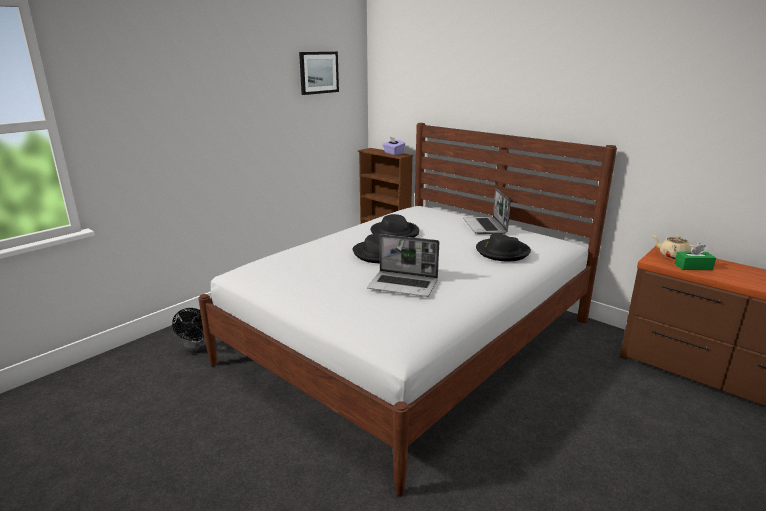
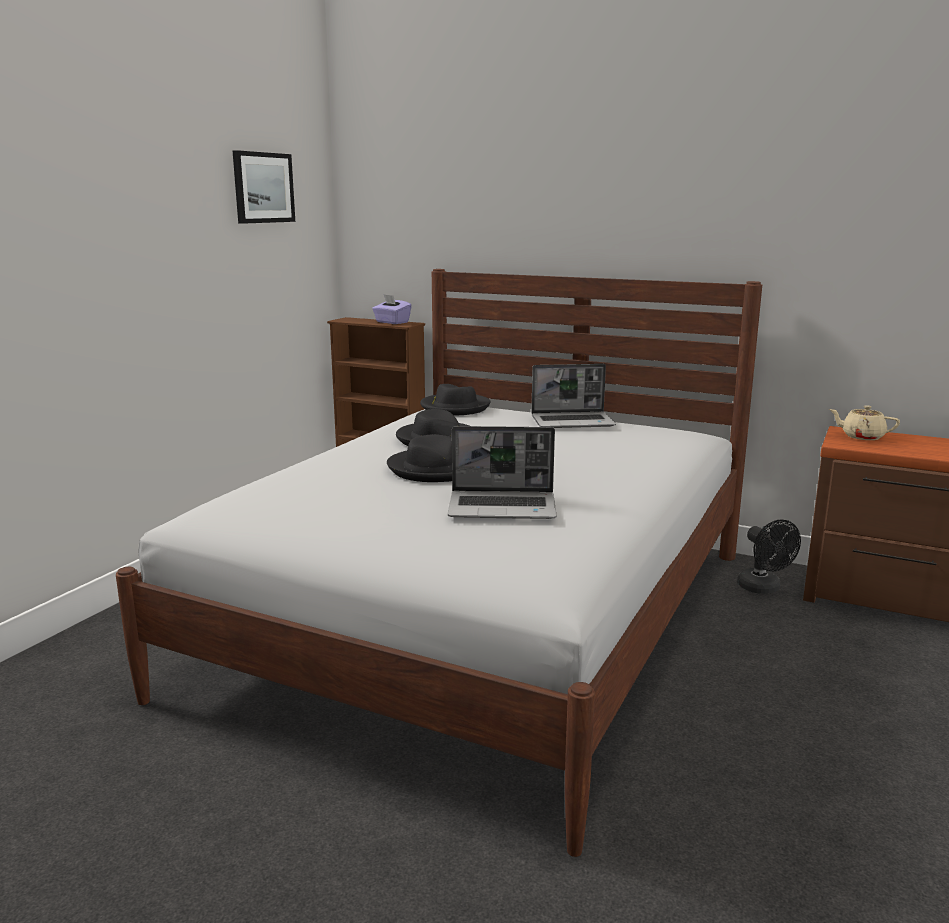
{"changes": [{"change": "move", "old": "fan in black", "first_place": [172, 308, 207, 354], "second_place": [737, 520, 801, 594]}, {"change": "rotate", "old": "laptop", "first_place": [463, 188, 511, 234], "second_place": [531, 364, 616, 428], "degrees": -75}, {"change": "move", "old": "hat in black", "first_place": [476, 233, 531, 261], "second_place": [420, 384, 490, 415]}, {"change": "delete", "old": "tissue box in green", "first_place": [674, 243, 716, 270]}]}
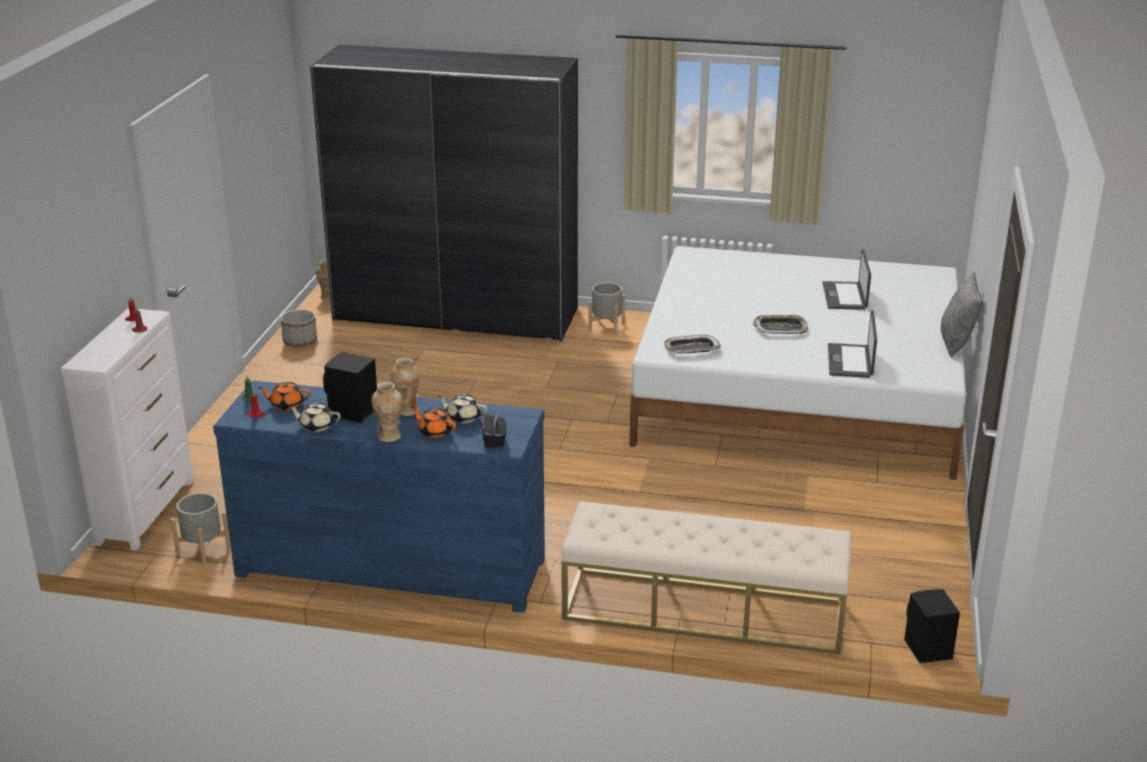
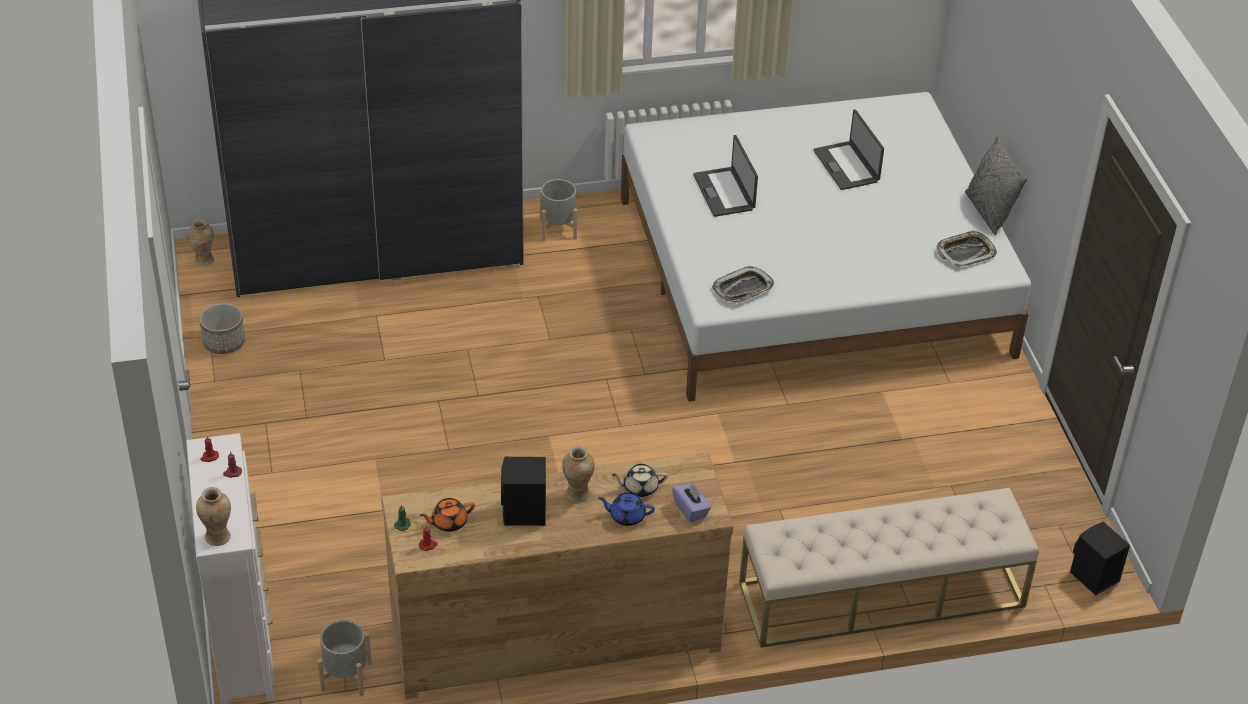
{"changes": [{"change": "recolor", "old": "dresser in blue", "new": "dresser in brown", "first_place": [213, 380, 545, 613], "second_place": [381, 452, 734, 699]}, {"change": "delete", "old": "teapot in beige", "first_place": [288, 403, 341, 432]}, {"change": "move", "old": "vase", "first_place": [371, 382, 403, 442], "second_place": [196, 487, 231, 546]}, {"change": "recolor", "old": "teapot in orange", "new": "teapot in blue", "first_place": [412, 407, 456, 438], "second_place": [598, 492, 655, 526]}, {"change": "recolor", "old": "tissue box in black", "new": "tissue box in purple", "first_place": [481, 411, 506, 447], "second_place": [672, 482, 711, 522]}, {"change": "move", "old": "tray", "first_place": [753, 315, 808, 334], "second_place": [936, 230, 997, 267]}, {"change": "move", "old": "laptop", "first_place": [828, 310, 877, 378], "second_place": [693, 135, 758, 217]}]}
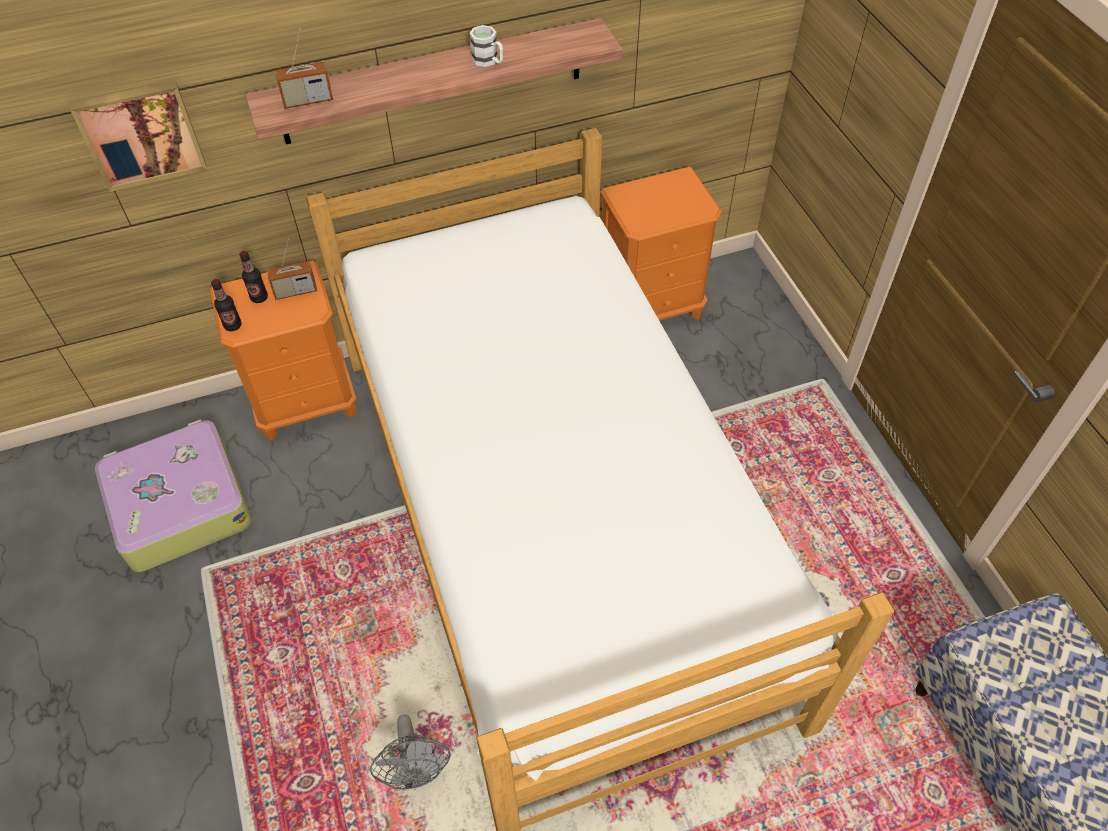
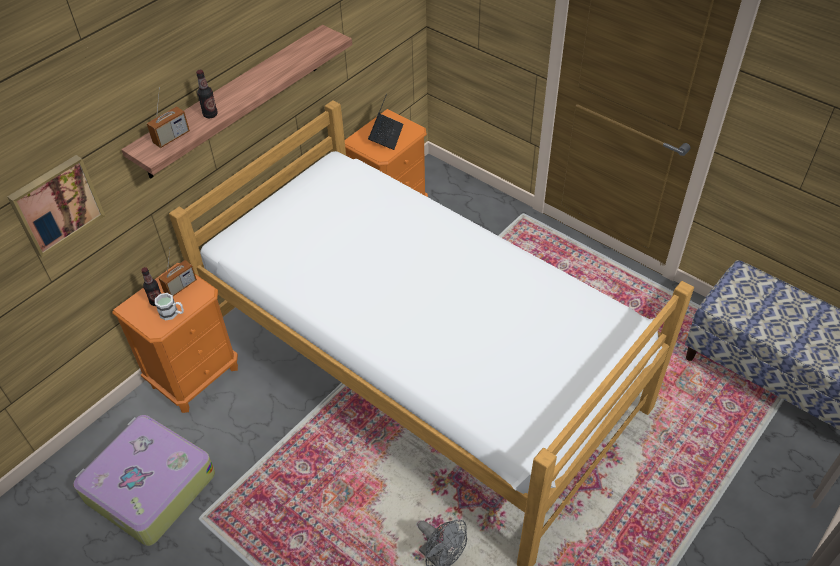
{"changes": [{"change": "move", "old": "bottle", "first_place": [211, 279, 242, 331], "second_place": [196, 70, 218, 118]}, {"change": "move", "old": "mug in white", "first_place": [469, 25, 503, 67], "second_place": [155, 293, 184, 321]}, {"change": "insert", "new": "laptop", "second_place": [368, 94, 404, 150]}]}
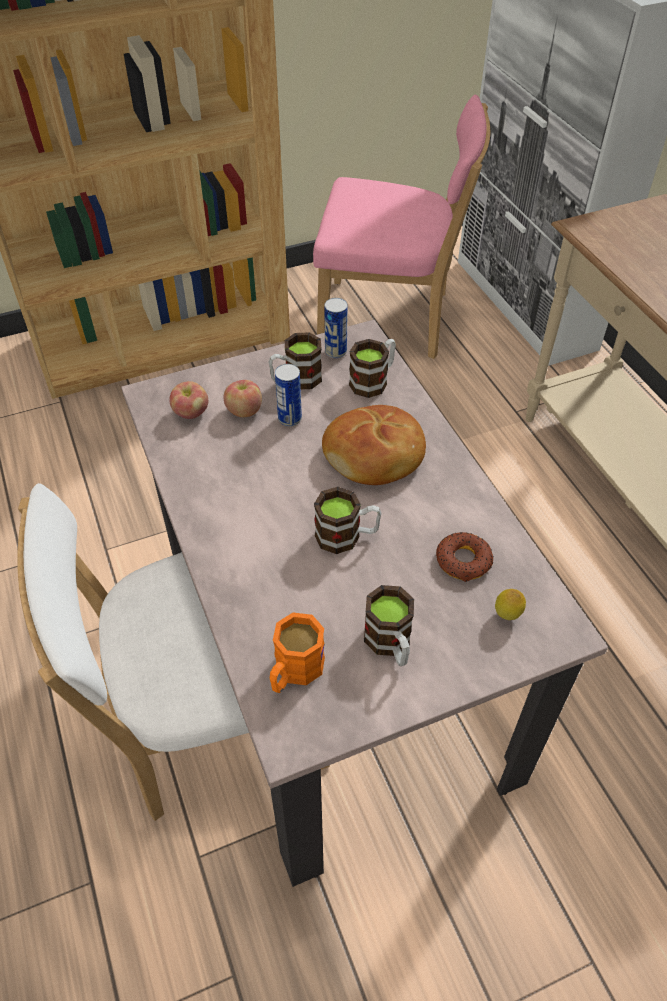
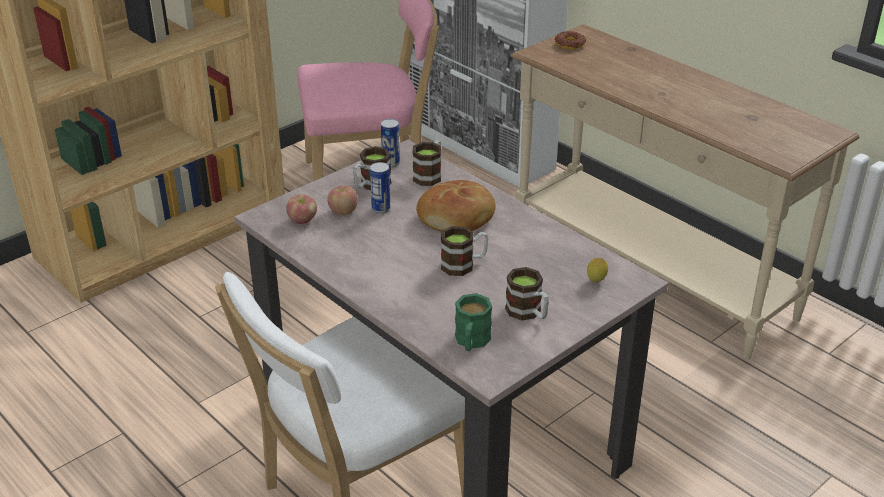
{"changes": [{"change": "recolor", "old": "mug in orange", "new": "mug in green", "first_place": [270, 613, 325, 693], "second_place": [455, 293, 492, 351]}, {"change": "move", "old": "donut", "first_place": [436, 532, 494, 582], "second_place": [555, 31, 586, 49]}]}
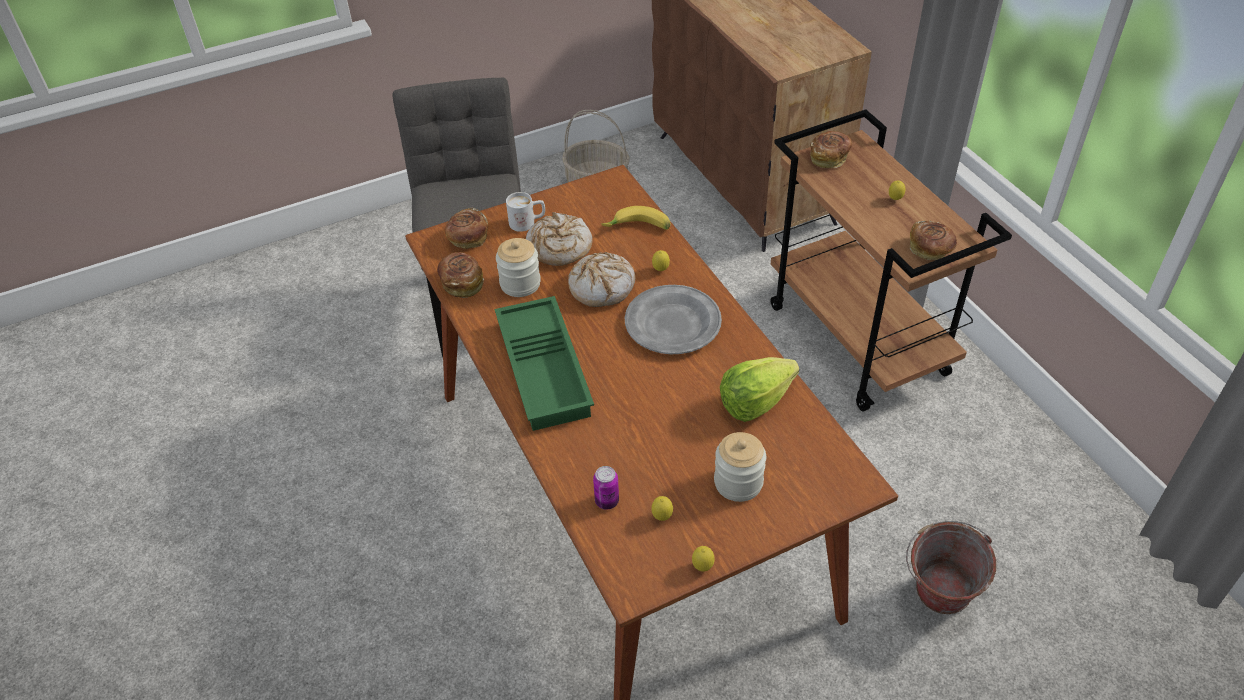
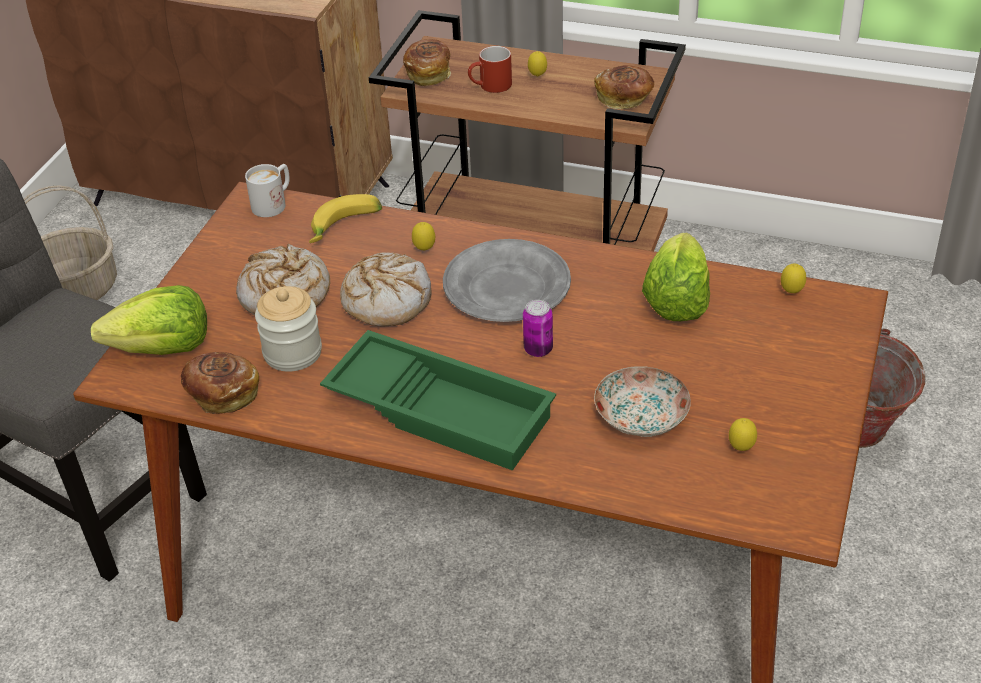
{"changes": [{"change": "replace", "old": "bread", "new": "lettuce", "first_place": [445, 208, 488, 249], "second_place": [91, 285, 207, 355]}, {"change": "move", "old": "mug in white", "first_place": [506, 192, 545, 232], "second_place": [245, 164, 290, 217]}, {"change": "move", "old": "can", "first_place": [593, 466, 619, 510], "second_place": [523, 300, 553, 357]}, {"change": "move", "old": "lemon", "first_place": [692, 546, 715, 572], "second_place": [781, 264, 806, 293]}, {"change": "delete", "old": "jar", "first_place": [714, 432, 766, 502]}, {"change": "insert", "new": "mug in red", "second_place": [468, 46, 512, 93]}, {"change": "insert", "new": "plate", "second_place": [594, 366, 691, 437]}]}
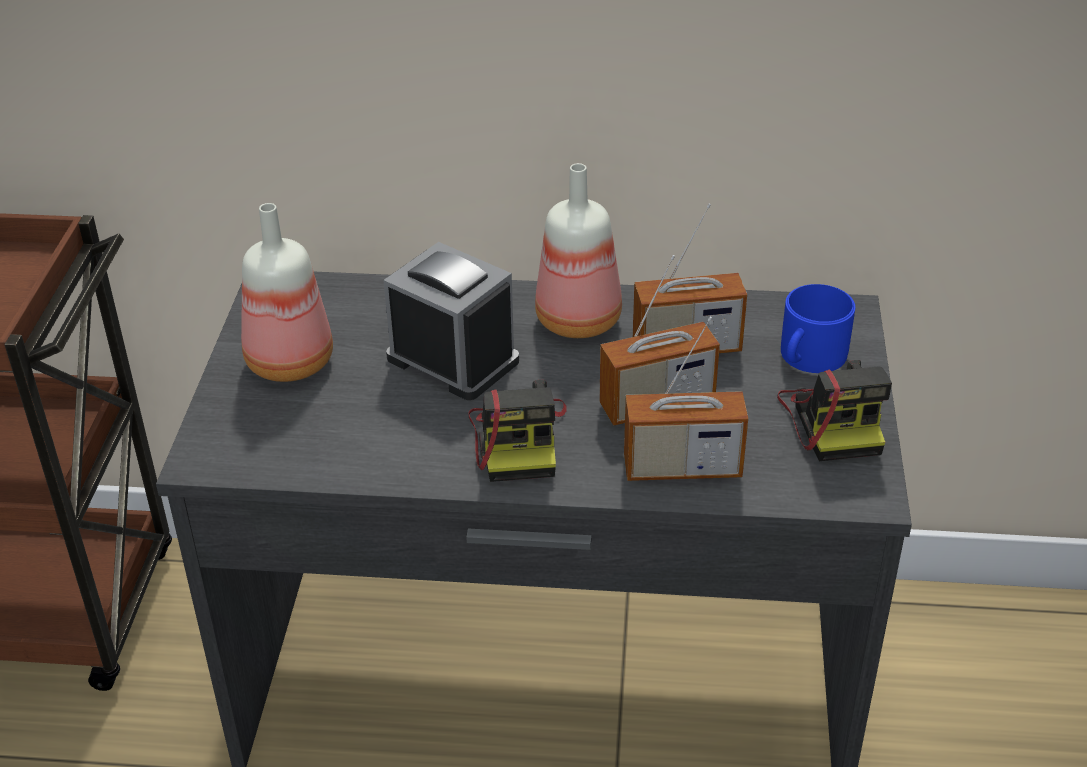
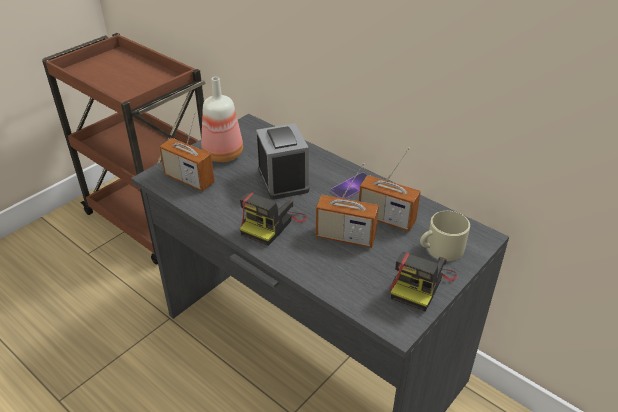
{"changes": [{"change": "replace", "old": "bottle", "new": "phone", "first_place": [535, 163, 622, 338], "second_place": [330, 172, 367, 199]}, {"change": "move", "old": "radio", "first_place": [624, 317, 748, 481], "second_place": [159, 112, 215, 191]}, {"change": "recolor", "old": "mug in blue", "new": "mug in beige", "first_place": [781, 284, 855, 373], "second_place": [420, 211, 470, 261]}]}
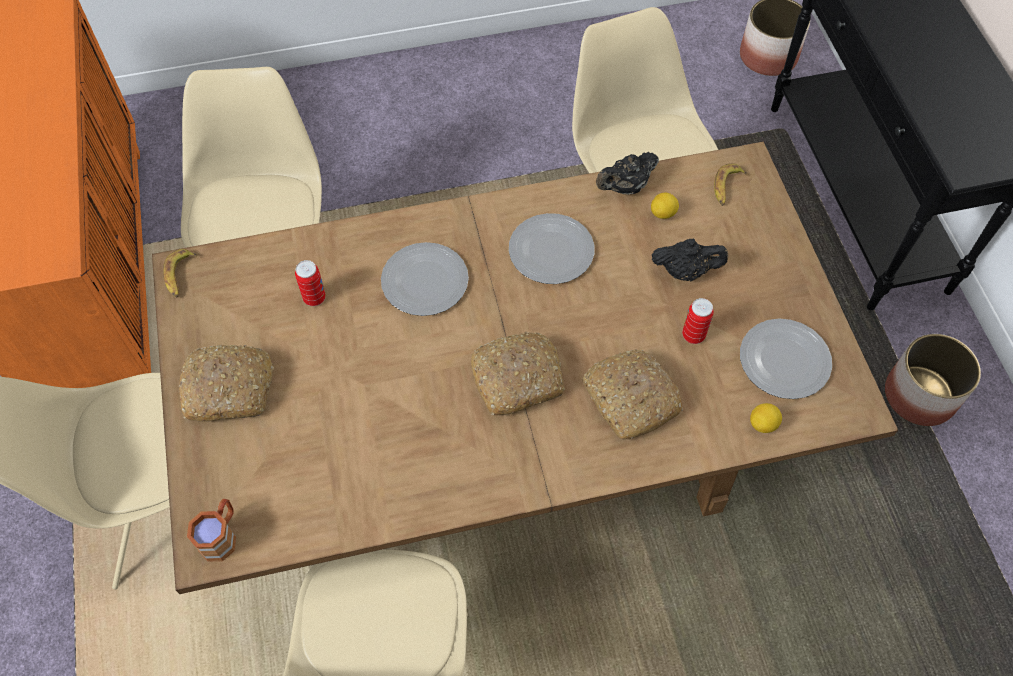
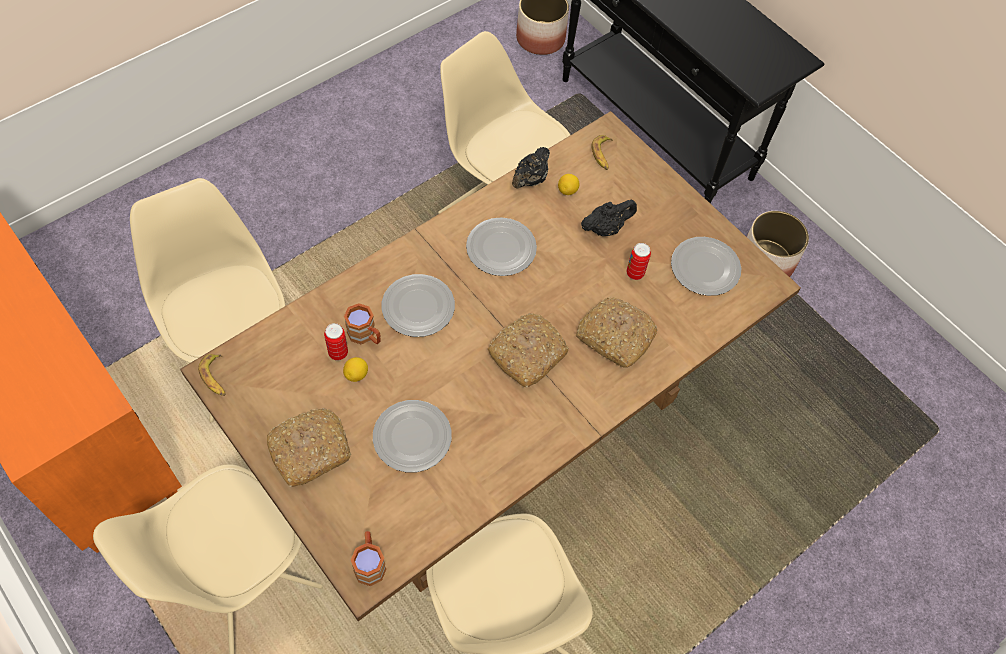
{"changes": [{"change": "move", "old": "lemon", "first_place": [750, 403, 782, 433], "second_place": [343, 357, 368, 382]}, {"change": "insert", "new": "mug in brown", "second_place": [344, 303, 381, 344]}, {"change": "insert", "new": "plate", "second_place": [373, 400, 452, 473]}]}
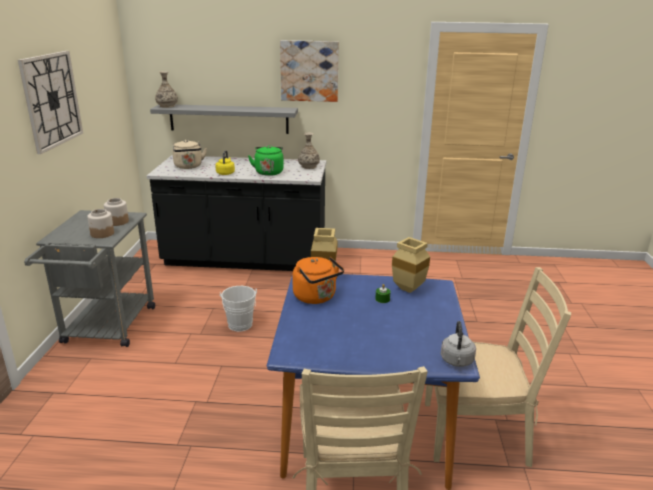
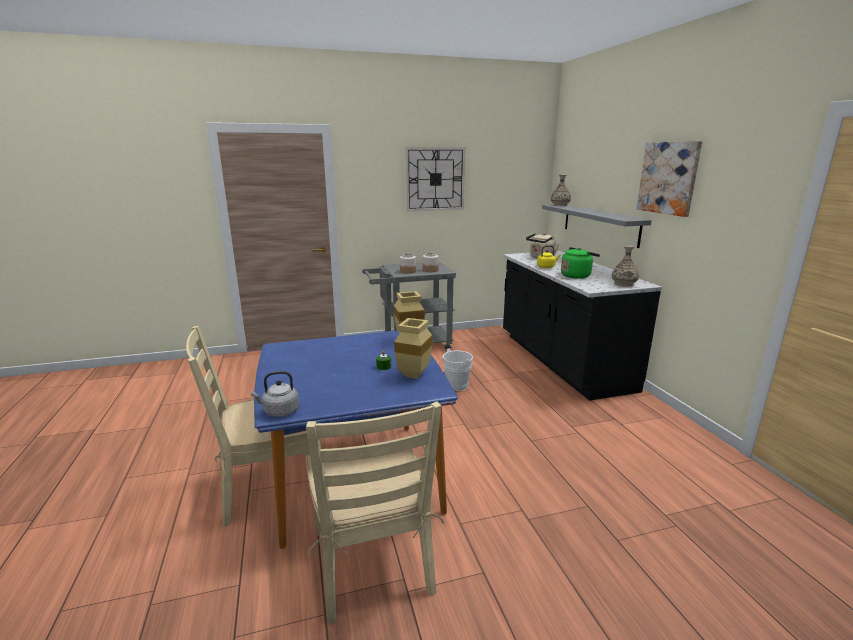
{"changes": [{"change": "delete", "old": "kettle in orange", "first_place": [292, 257, 344, 304]}]}
